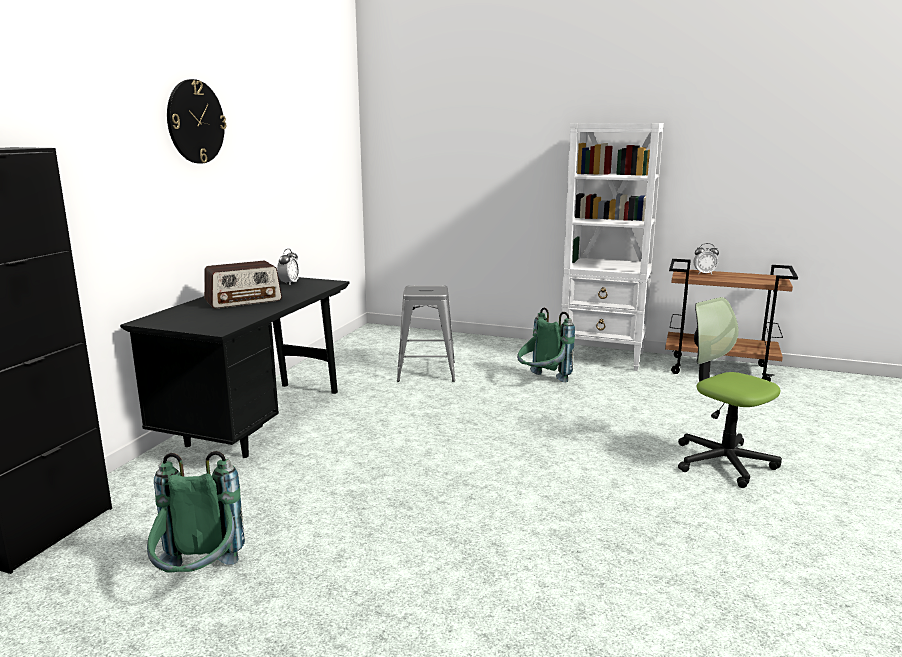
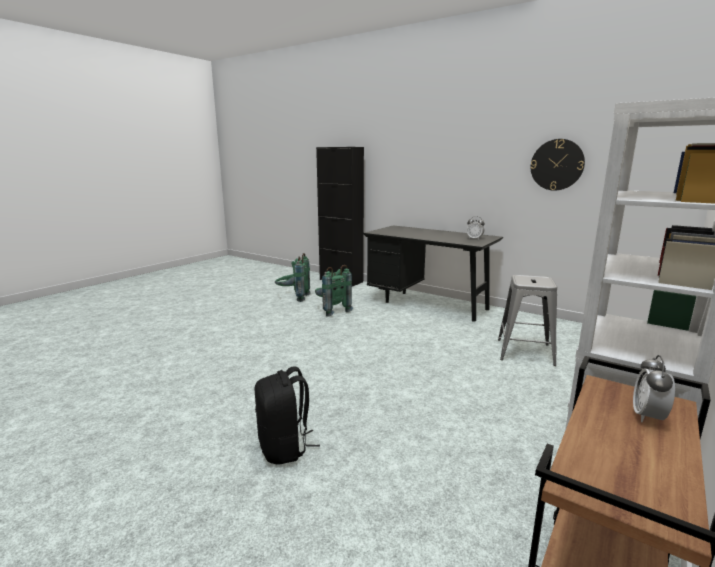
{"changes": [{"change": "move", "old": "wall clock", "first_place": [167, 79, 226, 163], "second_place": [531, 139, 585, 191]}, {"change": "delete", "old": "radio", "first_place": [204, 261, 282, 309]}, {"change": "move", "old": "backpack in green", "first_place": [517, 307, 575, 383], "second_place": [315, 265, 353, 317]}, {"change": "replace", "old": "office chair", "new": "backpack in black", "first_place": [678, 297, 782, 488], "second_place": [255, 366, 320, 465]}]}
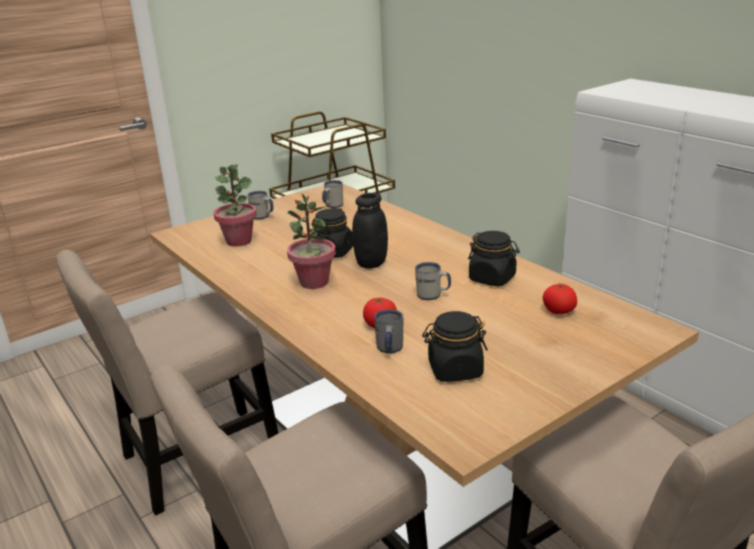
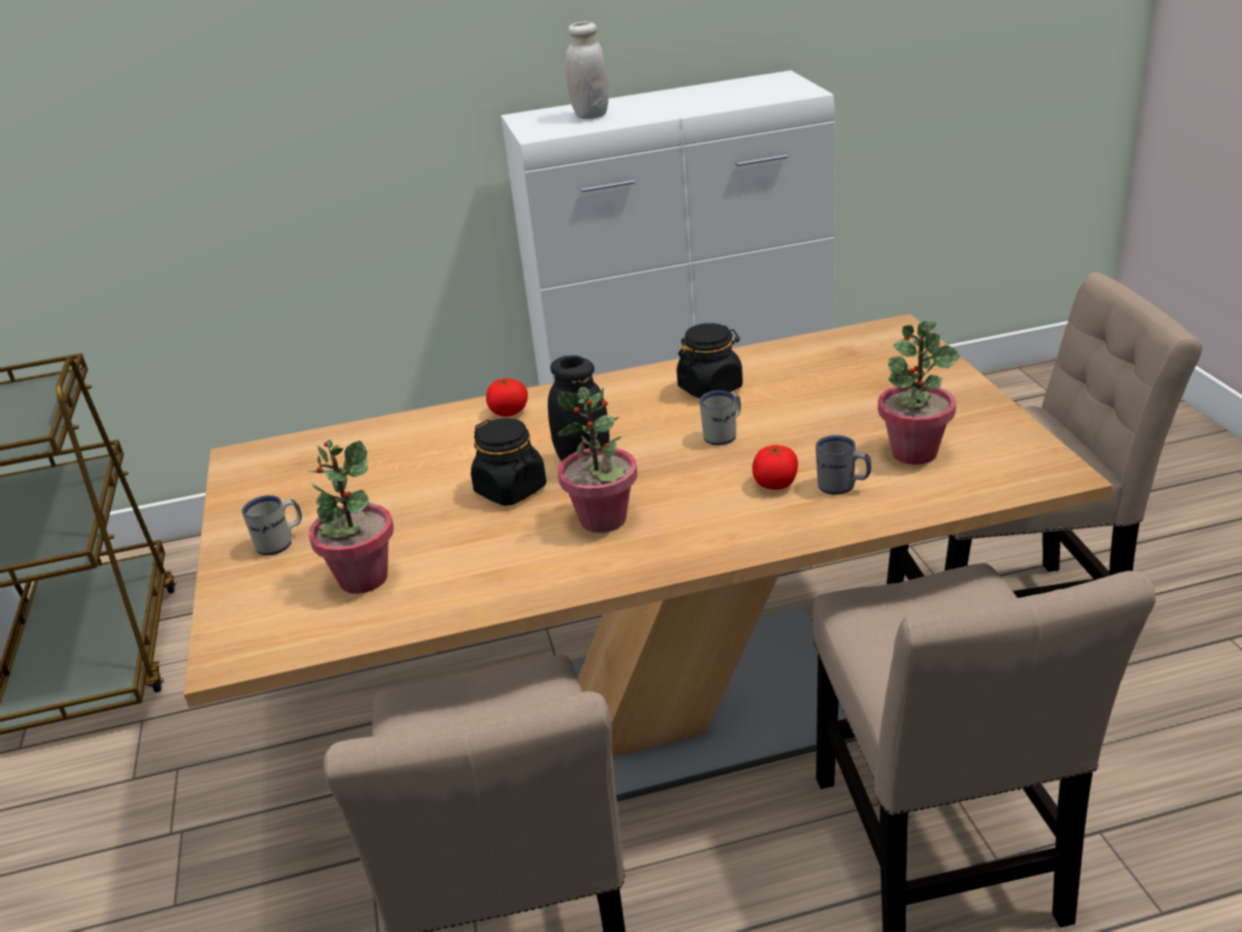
{"changes": [{"change": "delete", "old": "mug in white", "first_place": [322, 180, 343, 208]}, {"change": "replace", "old": "jar in black", "new": "potted plant", "first_place": [422, 311, 488, 382], "second_place": [878, 321, 960, 465]}, {"change": "move", "old": "tomato", "first_place": [543, 283, 577, 314], "second_place": [486, 377, 528, 417]}, {"change": "insert", "new": "jar in white", "second_place": [565, 22, 609, 119]}]}
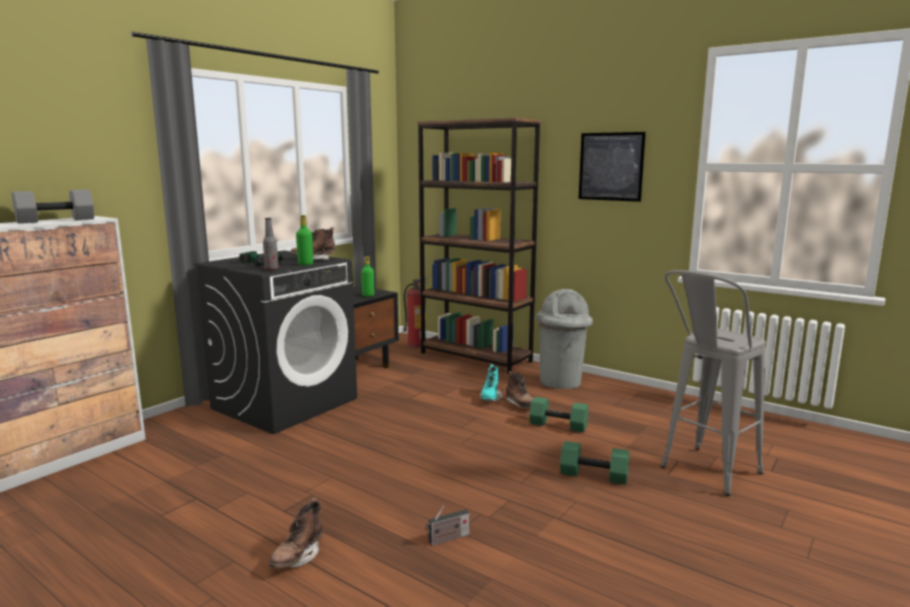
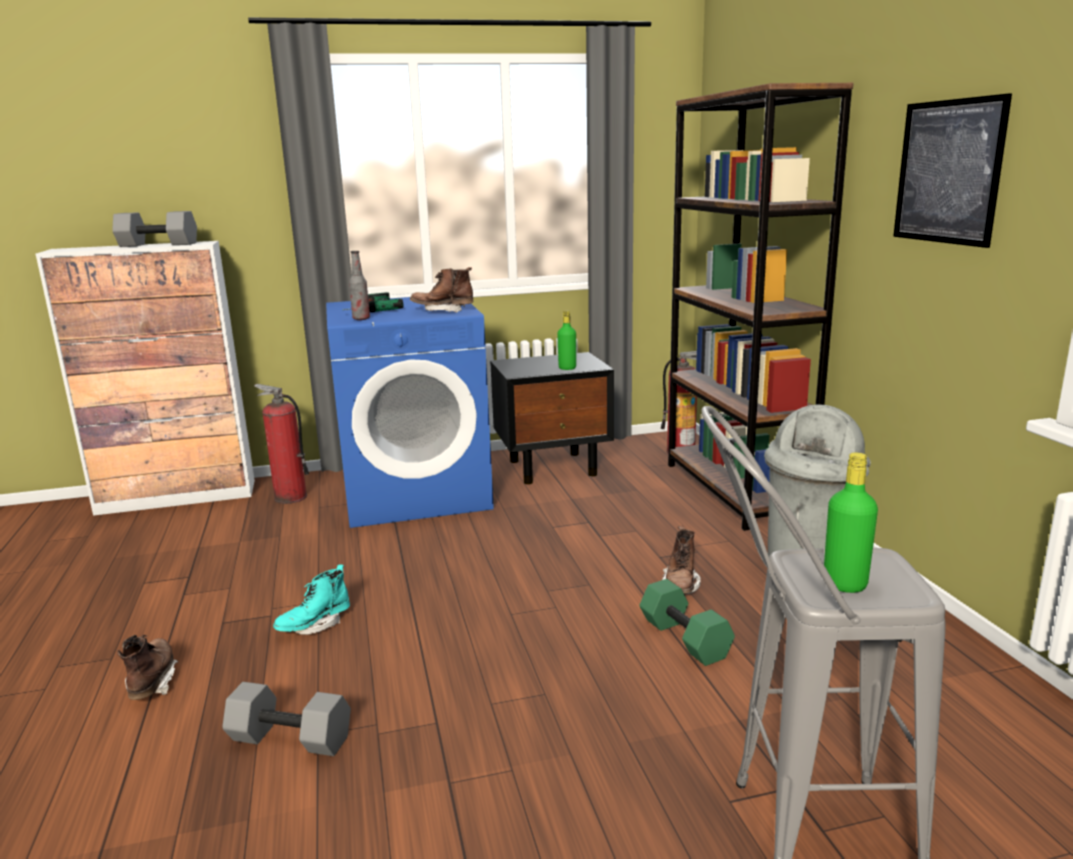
{"changes": [{"change": "recolor", "old": "washing machine in black", "new": "washing machine in blue", "first_place": [194, 251, 357, 434], "second_place": [326, 297, 494, 528]}, {"change": "rotate", "old": "boot in brown", "first_place": [269, 497, 323, 568], "second_place": [117, 635, 178, 700], "degrees": 105}, {"change": "move", "old": "bottle in green", "first_place": [296, 215, 313, 265], "second_place": [824, 452, 878, 593]}, {"change": "replace", "old": "radio", "new": "dumbbell in grey", "first_place": [425, 505, 470, 546], "second_place": [222, 682, 351, 756]}, {"change": "move", "old": "boot in turquoise", "first_place": [479, 364, 502, 402], "second_place": [273, 565, 350, 635]}, {"change": "delete", "old": "dumbbell in green", "first_place": [560, 441, 629, 485]}, {"change": "insert", "new": "fire extinguisher", "second_place": [254, 384, 309, 504]}]}
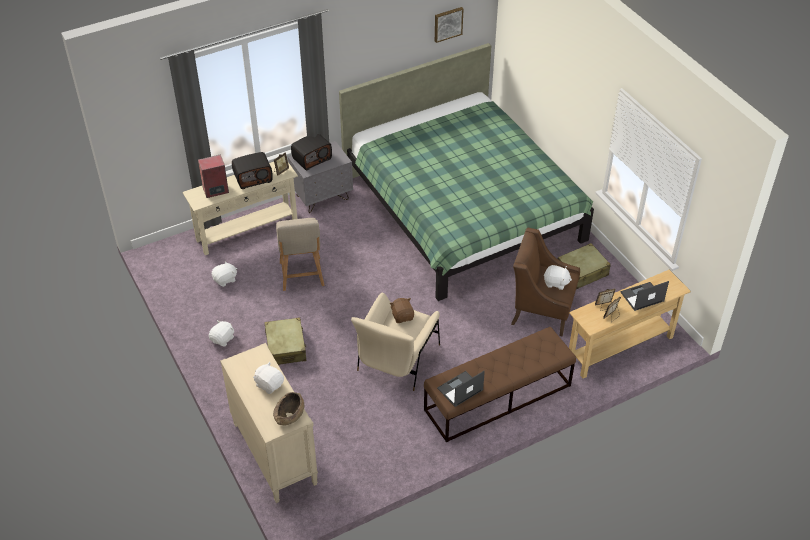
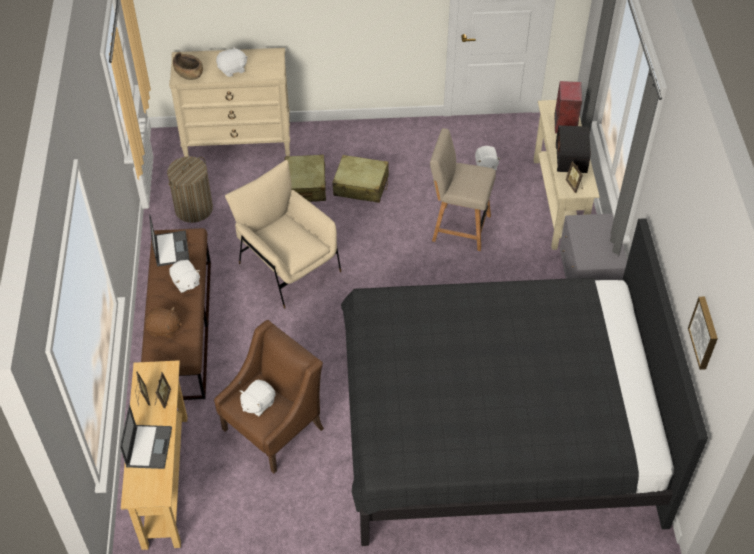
{"changes": [{"change": "move", "old": "plush toy in white", "first_place": [209, 320, 234, 347], "second_place": [169, 260, 200, 293]}, {"change": "delete", "old": "radio", "first_place": [291, 134, 332, 170]}, {"change": "recolor", "old": "bed in green", "new": "bed in black", "first_place": [339, 43, 594, 301], "second_place": [341, 218, 708, 546]}, {"change": "move", "old": "plush toy in brown", "first_place": [390, 298, 414, 323], "second_place": [145, 307, 182, 338]}, {"change": "move", "old": "suitcase in beige", "first_place": [558, 243, 611, 289], "second_place": [284, 154, 326, 202]}, {"change": "insert", "new": "laundry basket", "second_place": [167, 156, 213, 223]}]}
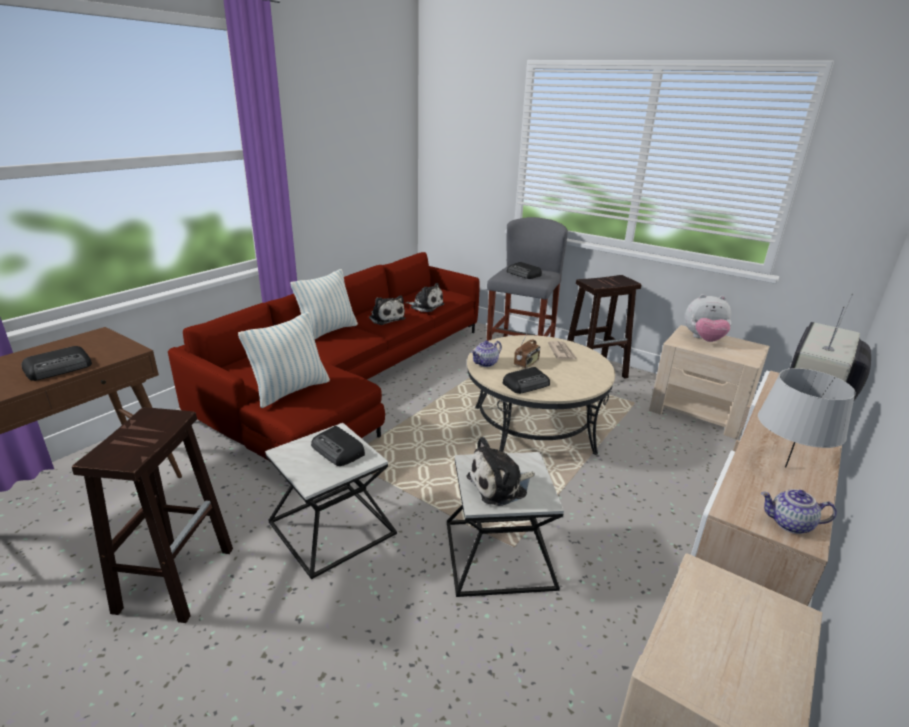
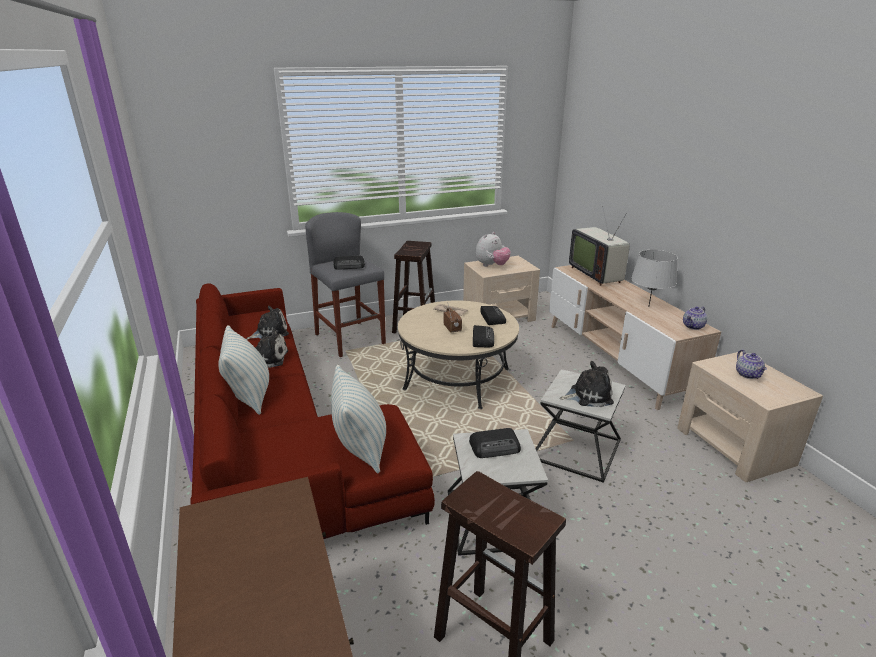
{"changes": [{"change": "move", "old": "radio", "first_place": [21, 346, 92, 381], "second_place": [480, 306, 506, 325]}, {"change": "rotate", "old": "plush toy", "first_place": [466, 437, 535, 506], "second_place": [560, 361, 614, 407], "degrees": -105}, {"change": "move", "old": "teapot", "first_place": [471, 341, 502, 367], "second_place": [736, 350, 767, 379]}]}
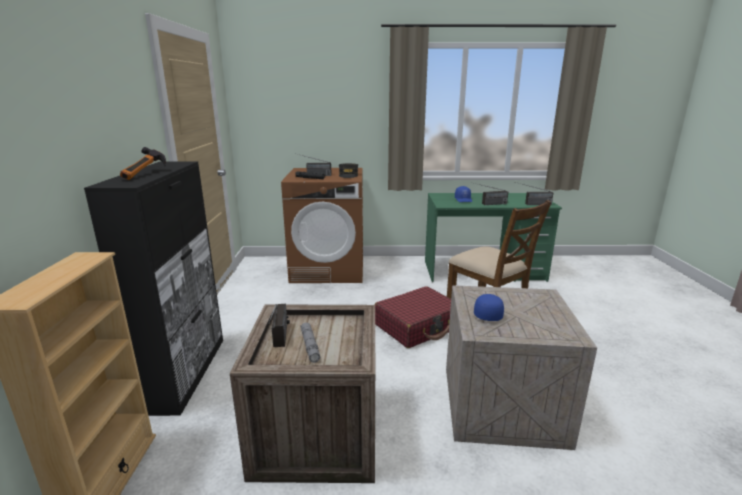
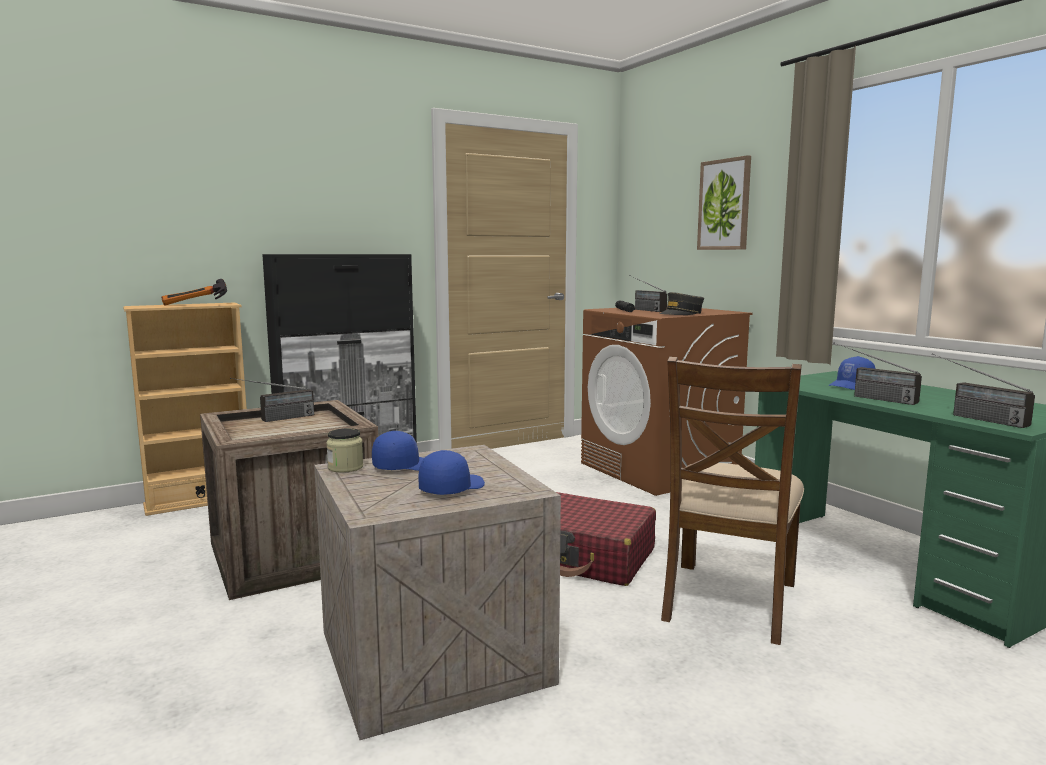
{"changes": [{"change": "move", "old": "hammer", "first_place": [120, 147, 166, 180], "second_place": [161, 279, 227, 306]}, {"change": "delete", "old": "flashlight in grey", "first_place": [300, 323, 320, 363]}, {"change": "insert", "new": "jar", "second_place": [326, 428, 363, 473]}, {"change": "insert", "new": "cap in blue", "second_place": [418, 450, 485, 495]}, {"change": "insert", "new": "picture", "second_place": [697, 155, 751, 250]}]}
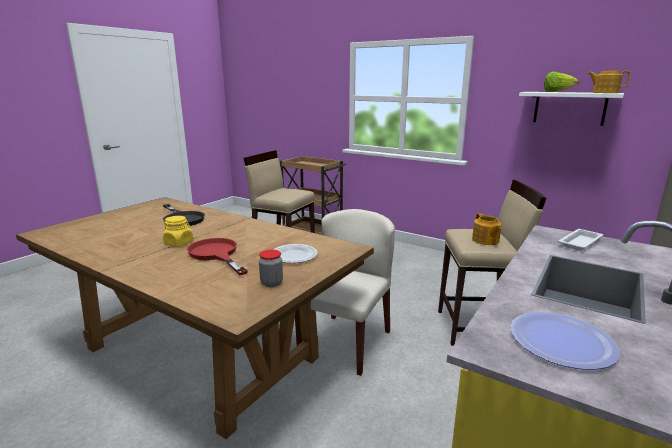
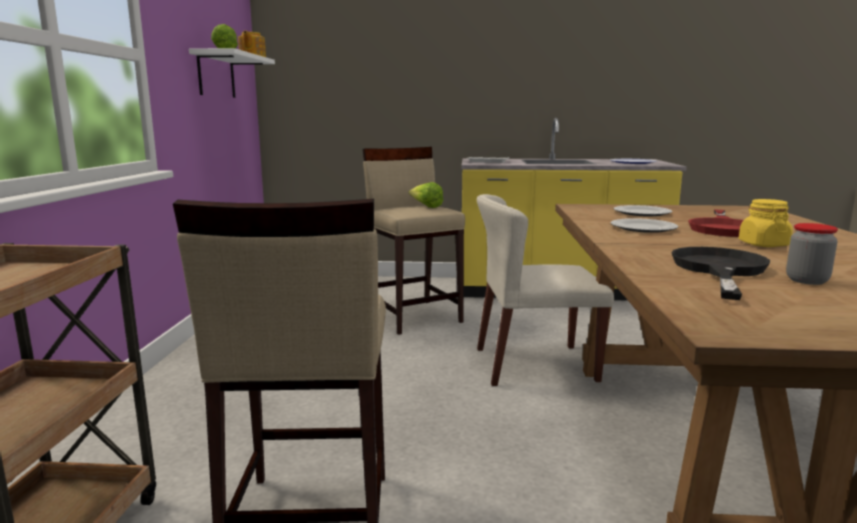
{"changes": [{"change": "move", "old": "jar", "first_place": [259, 250, 283, 287], "second_place": [786, 223, 838, 285]}, {"change": "replace", "old": "teapot", "new": "lettuce", "first_place": [472, 213, 502, 245], "second_place": [408, 182, 444, 208]}, {"change": "insert", "new": "plate", "second_place": [611, 218, 678, 233]}]}
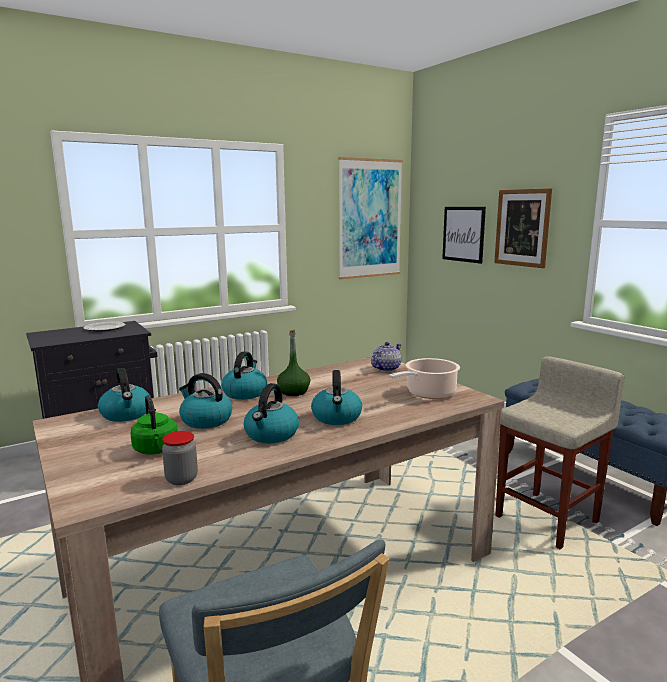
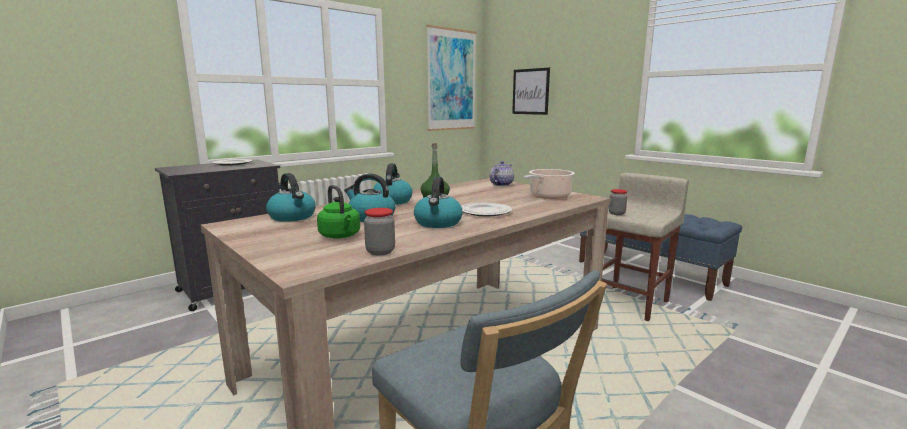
{"changes": [{"change": "replace", "old": "kettle", "new": "plate", "first_place": [311, 370, 362, 425], "second_place": [461, 202, 512, 217]}, {"change": "delete", "old": "picture", "first_place": [494, 188, 552, 268]}, {"change": "insert", "new": "jar", "second_place": [609, 189, 627, 215]}]}
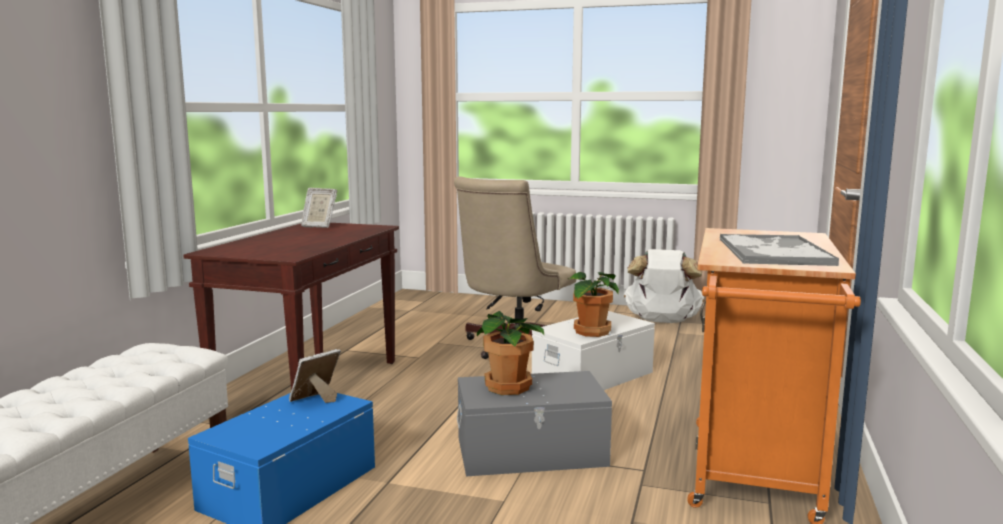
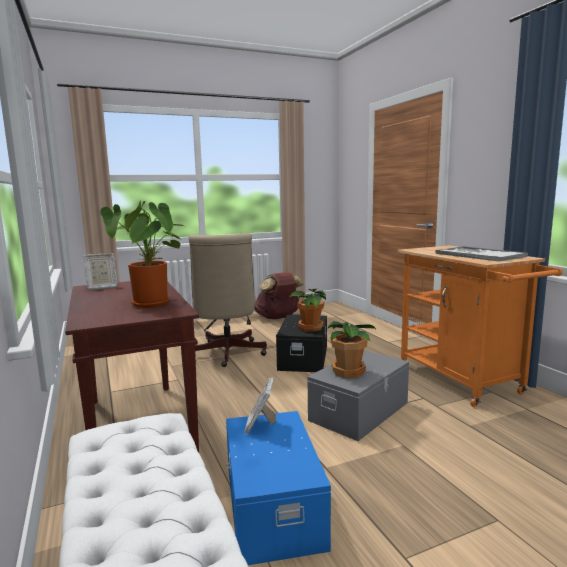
{"changes": [{"change": "recolor", "old": "storage box in white", "new": "storage box in black", "first_place": [532, 311, 655, 390], "second_place": [276, 315, 327, 372]}, {"change": "recolor", "old": "backpack in white", "new": "backpack in brown", "first_place": [624, 249, 704, 323], "second_place": [254, 272, 304, 319]}, {"change": "insert", "new": "potted plant", "second_place": [100, 200, 184, 308]}]}
